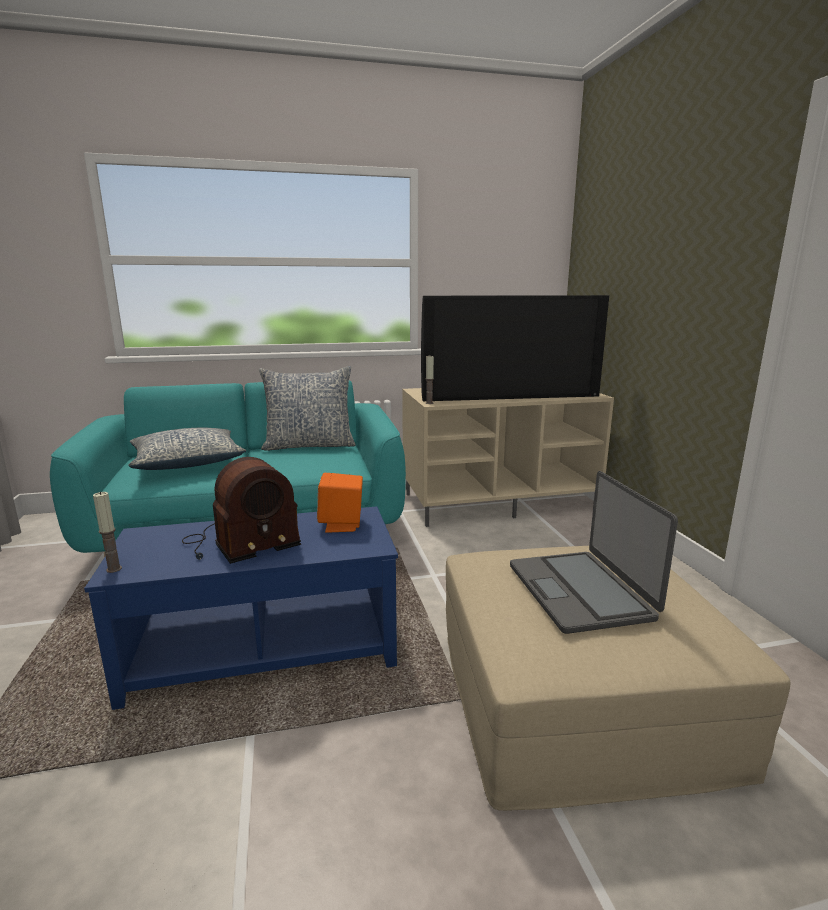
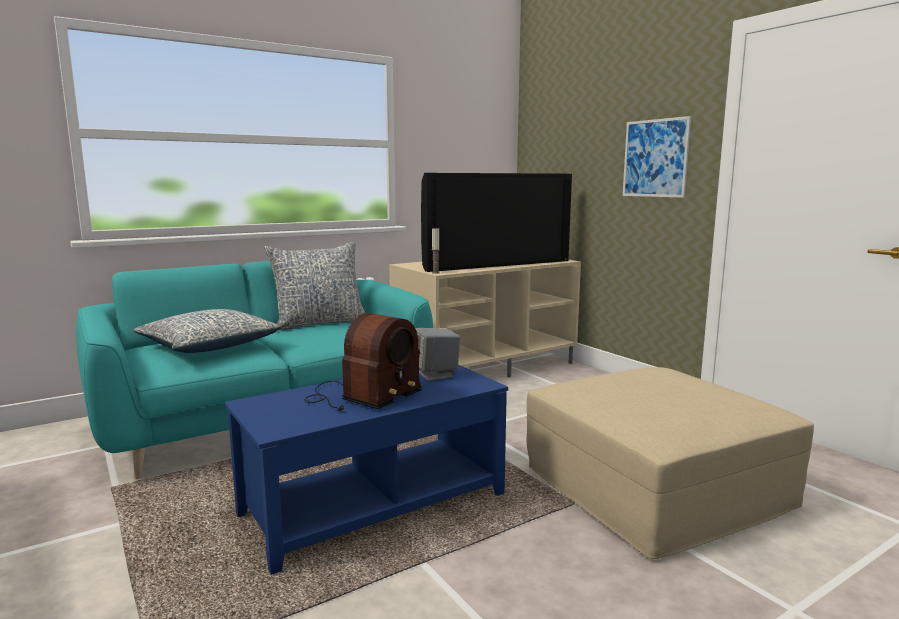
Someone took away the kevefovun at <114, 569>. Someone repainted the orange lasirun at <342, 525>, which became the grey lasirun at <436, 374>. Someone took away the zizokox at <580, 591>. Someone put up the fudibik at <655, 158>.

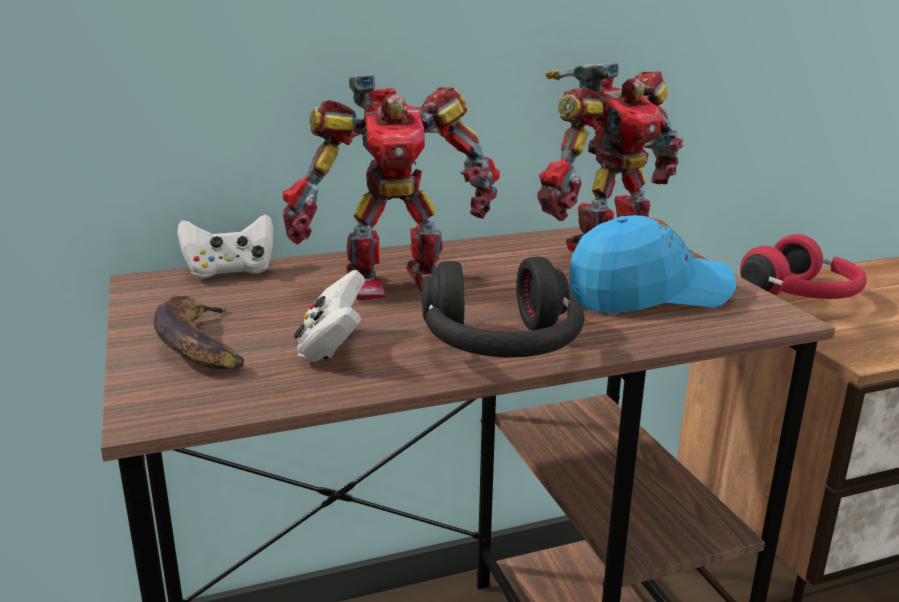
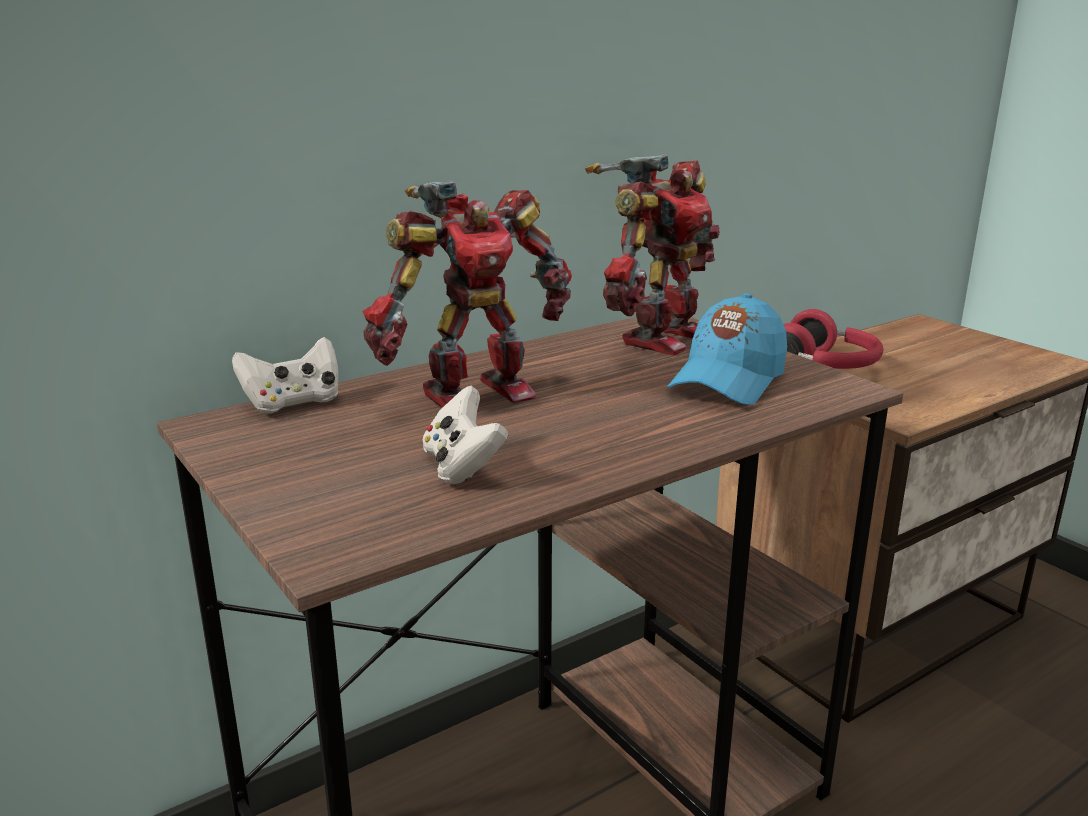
Someone took away the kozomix at <200, 344>. Someone took away the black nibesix at <502, 348>. Someone rotated the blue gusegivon at <648, 295> by 150 degrees clockwise.

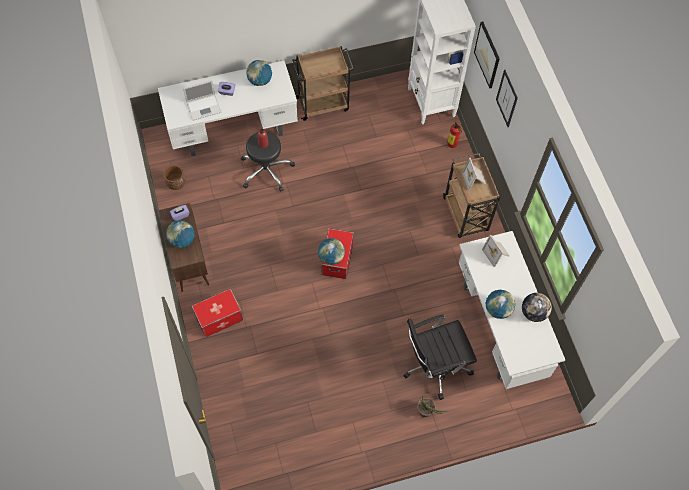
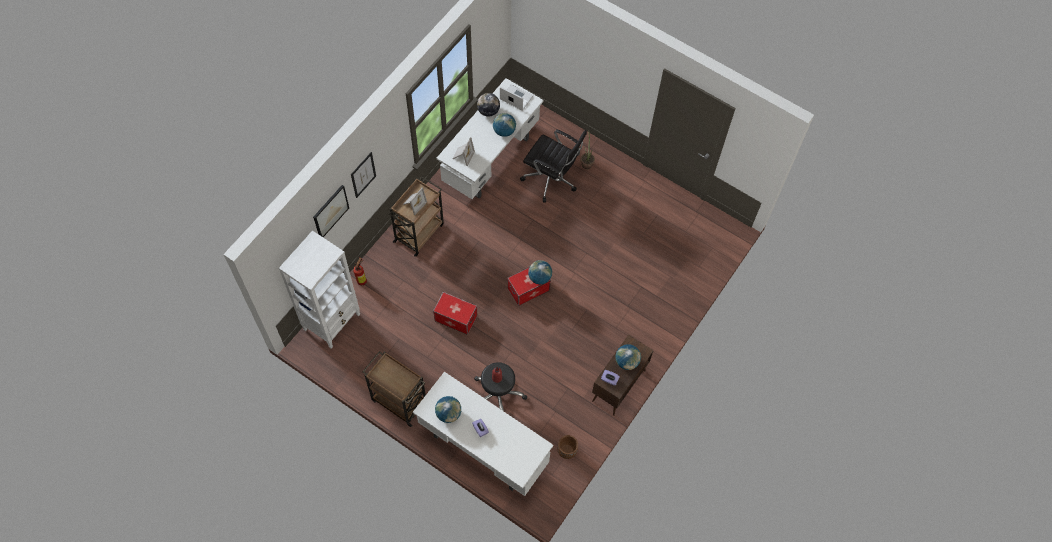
Someone carried the zizokox from <204, 107> to <515, 98>. Someone carried the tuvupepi from <219, 318> to <455, 318>.

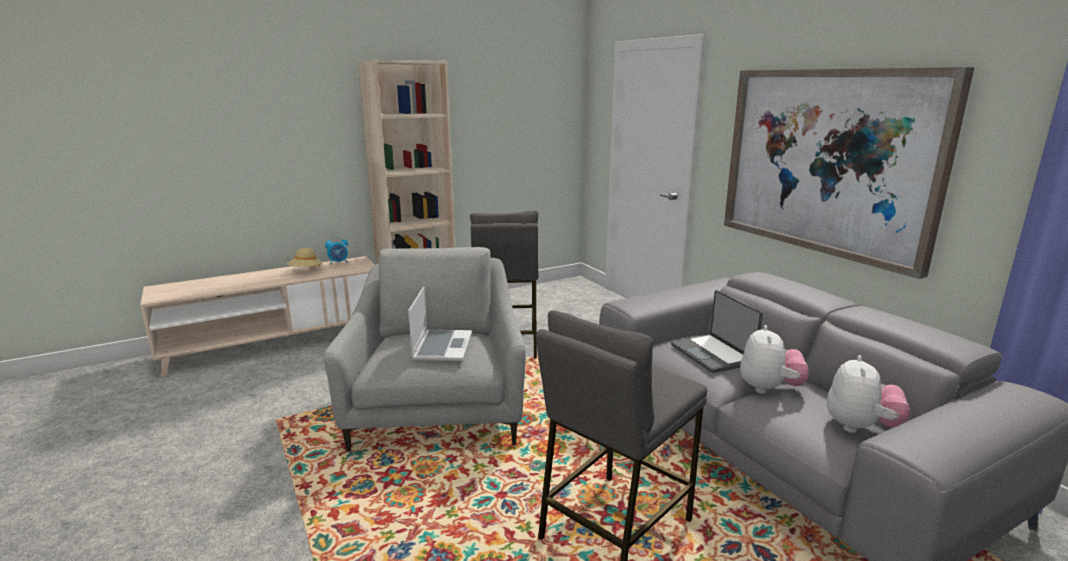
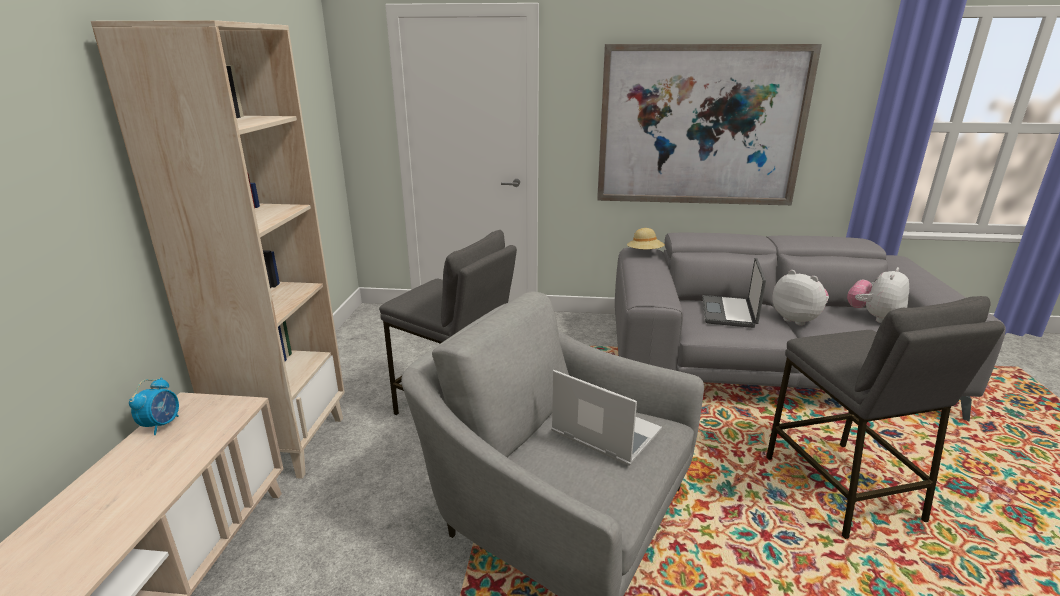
Someone carried the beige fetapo from <306, 271> to <645, 253>. Someone rotated the zizokox at <713, 354> by 90 degrees clockwise. Someone rotated the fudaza at <860, 427> by 105 degrees counterclockwise.

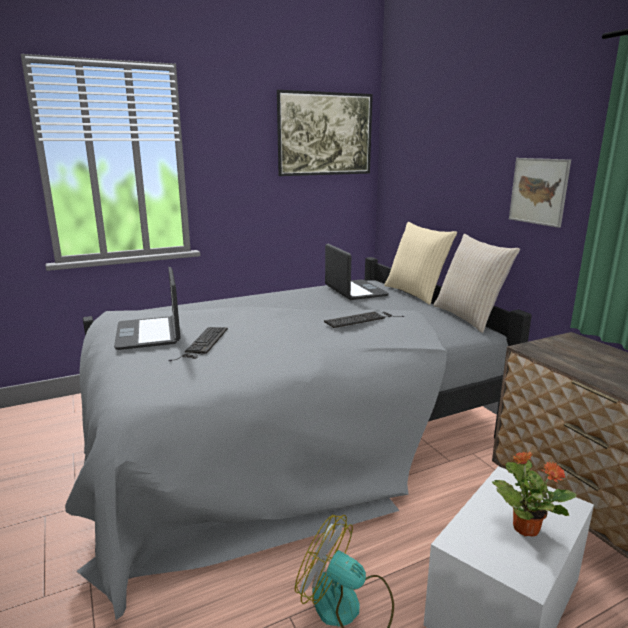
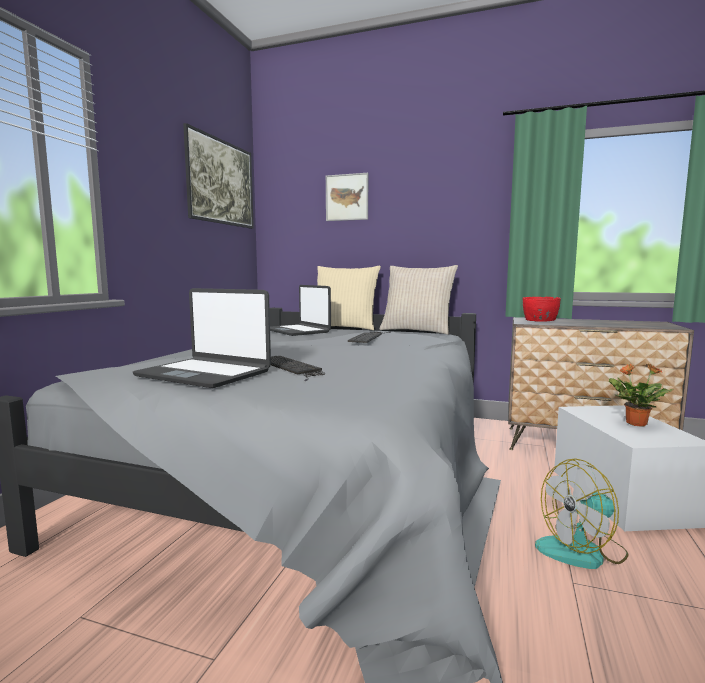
Someone rotated the zizokox at <354, 291> by 150 degrees counterclockwise. Someone carried the fudibik from <538, 191> to <347, 197>. Someone put down the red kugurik at <539, 320>.

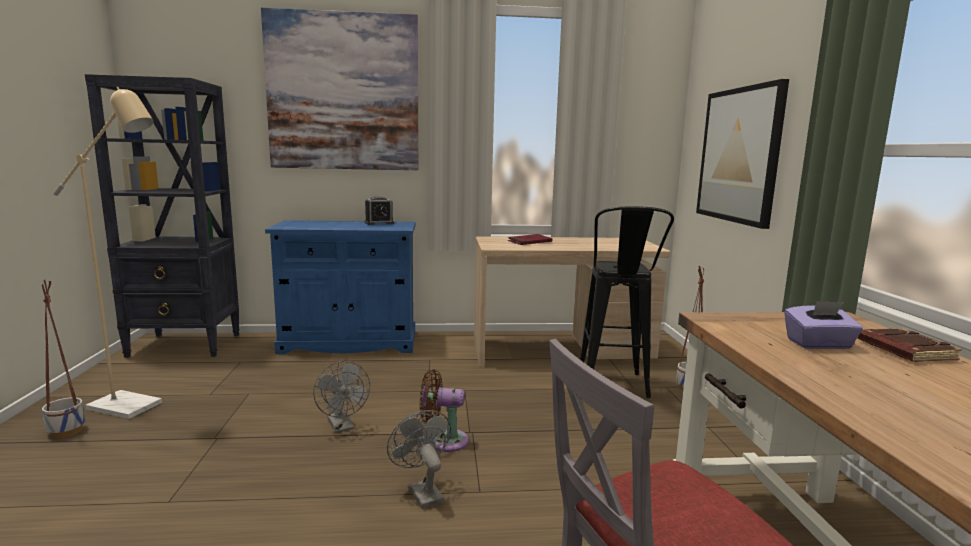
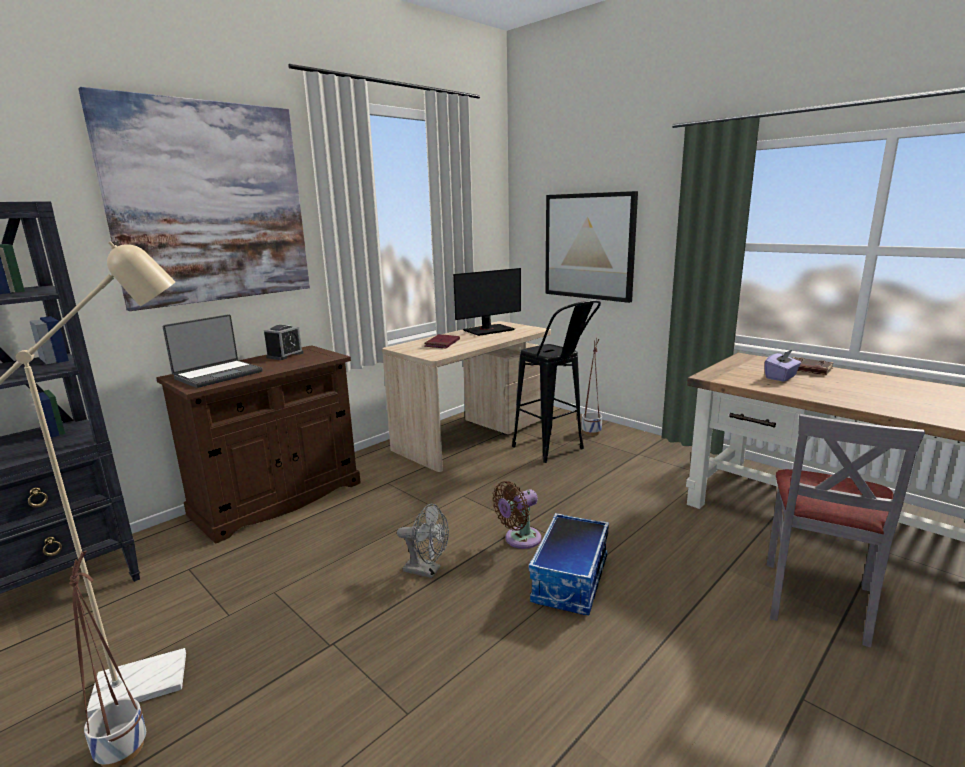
Someone repainted the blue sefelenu at <349, 342>, which became the brown sefelenu at <278, 498>. Someone swapped the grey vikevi at <422, 492> for the tuvupepi at <571, 580>. Someone put down the zizokox at <218, 375>. Someone put down the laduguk at <488, 330>.

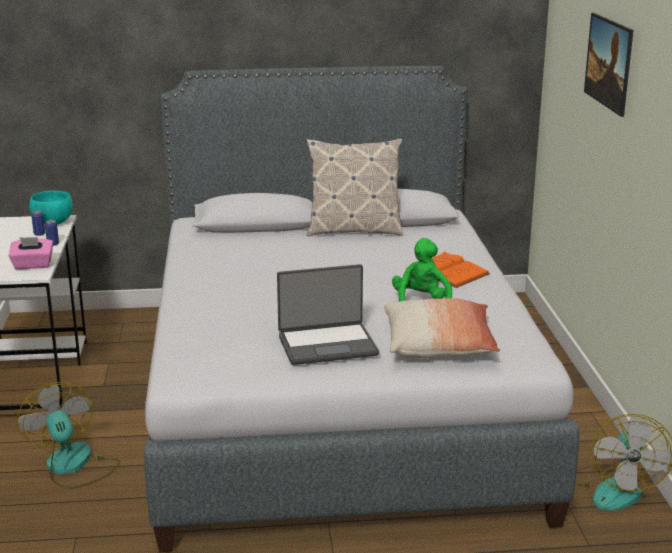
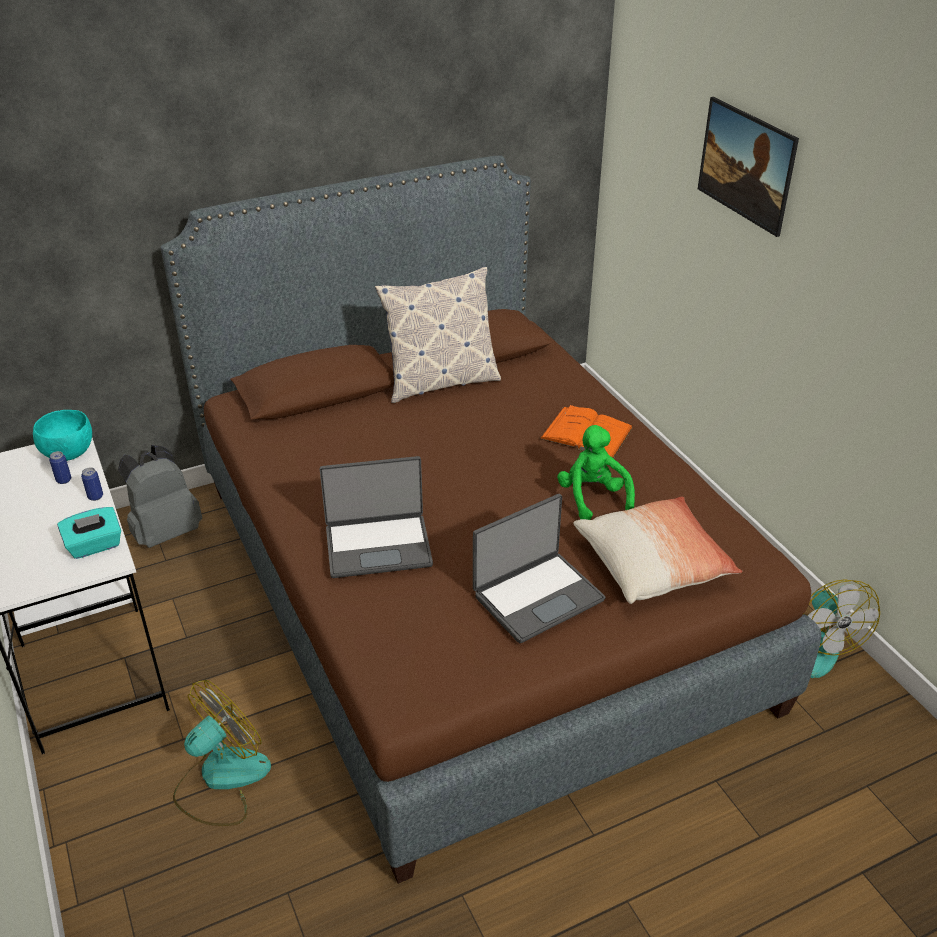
Someone repainted the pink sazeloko at <32, 265>, which became the turquoise sazeloko at <95, 546>. Someone rotated the vikevi at <73, 466> by 90 degrees clockwise. Someone repainted the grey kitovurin at <334, 398>, which became the brown kitovurin at <467, 589>. Someone put down the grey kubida at <165, 532>. Someone put down the zizokox at <378, 545>.

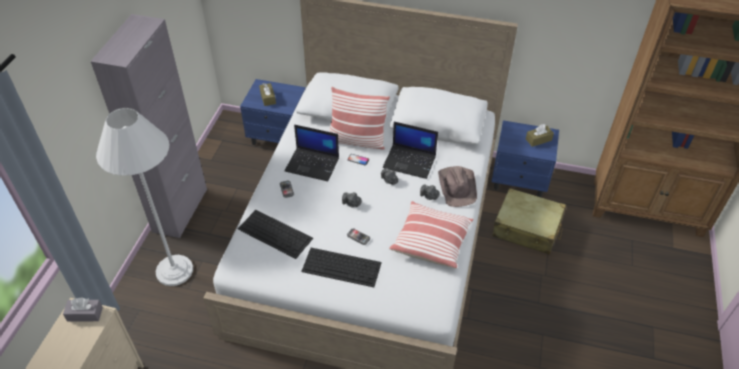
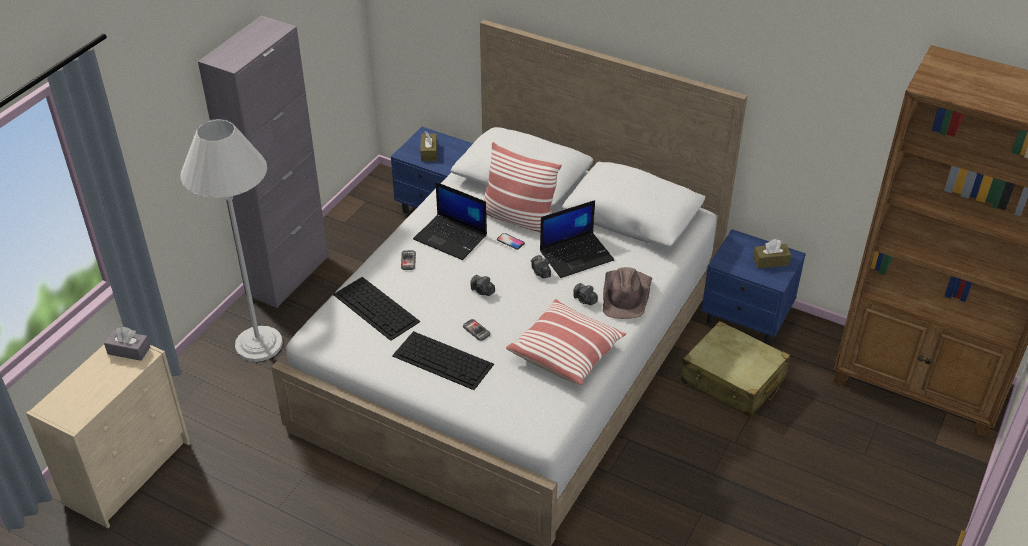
Someone rotated the zizokox at <410, 161> by 60 degrees counterclockwise.

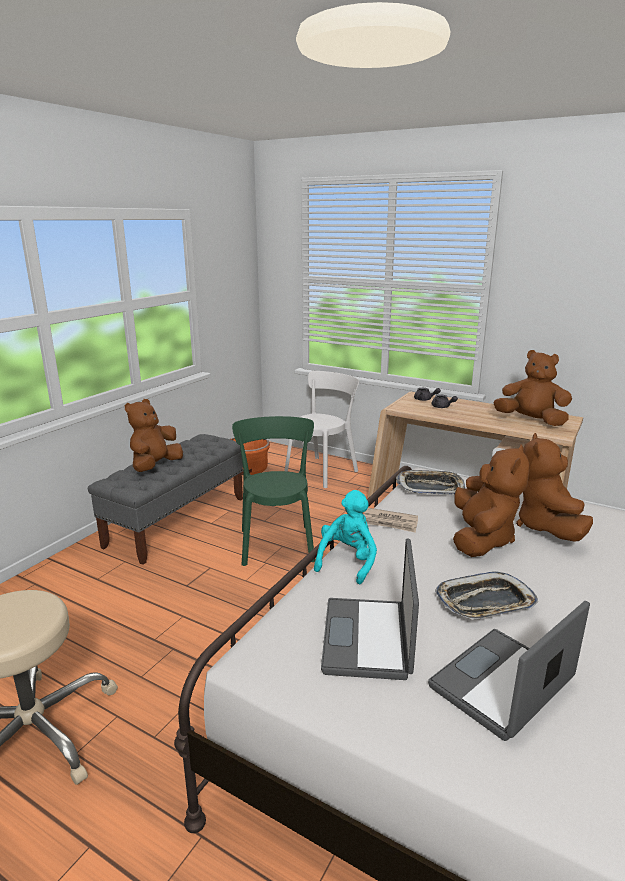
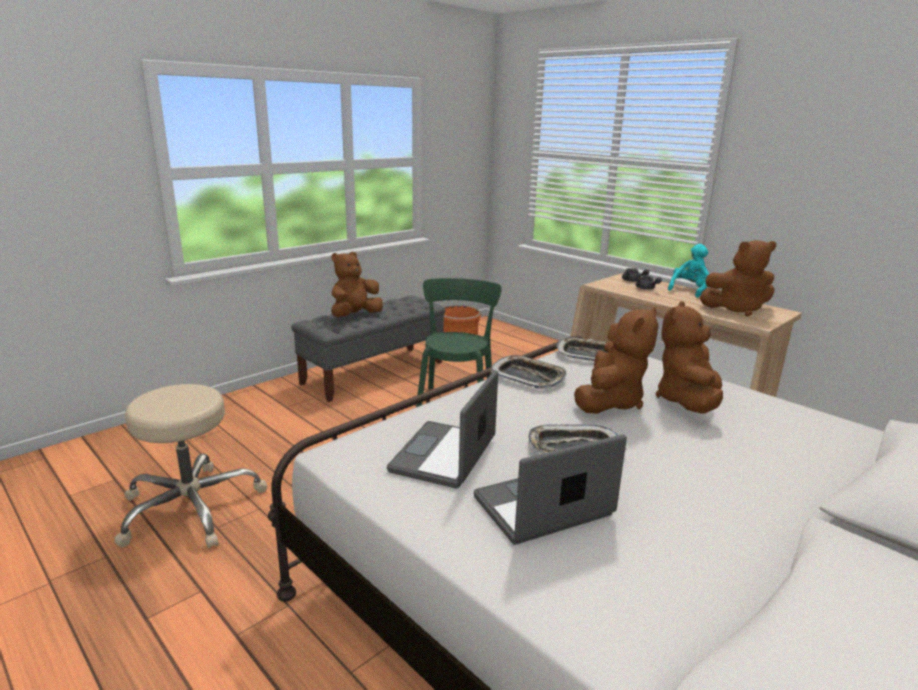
Someone took away the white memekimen at <323, 470>. Someone carried the turquoise fudaza from <347, 561> to <689, 290>. Someone swapped the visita at <390, 522> for the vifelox at <528, 377>. Someone rotated the brown fudaza at <531, 421> by 135 degrees clockwise.

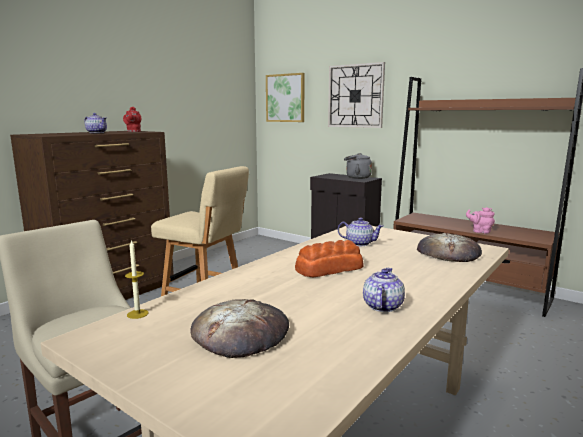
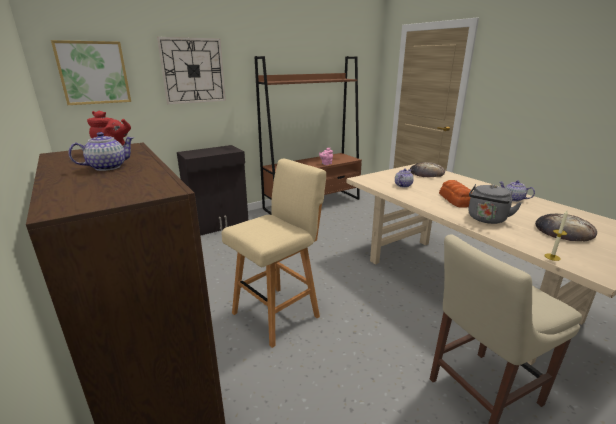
Someone carried the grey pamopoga from <356, 177> to <486, 219>.

